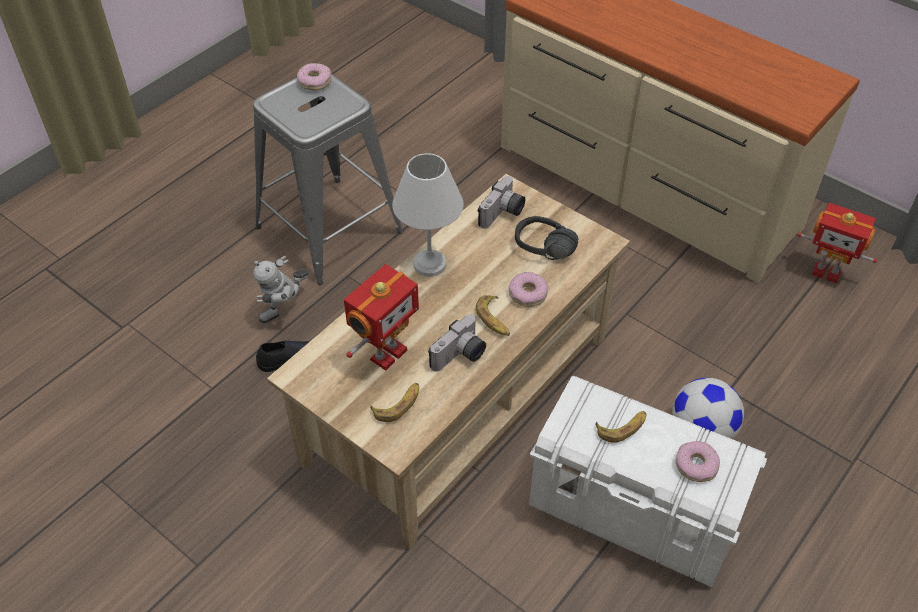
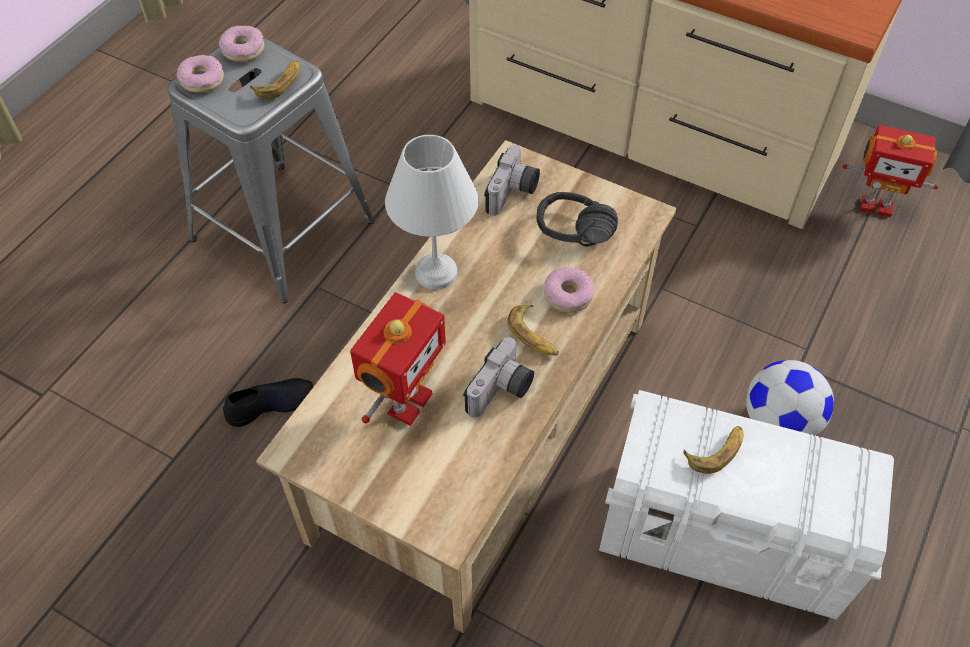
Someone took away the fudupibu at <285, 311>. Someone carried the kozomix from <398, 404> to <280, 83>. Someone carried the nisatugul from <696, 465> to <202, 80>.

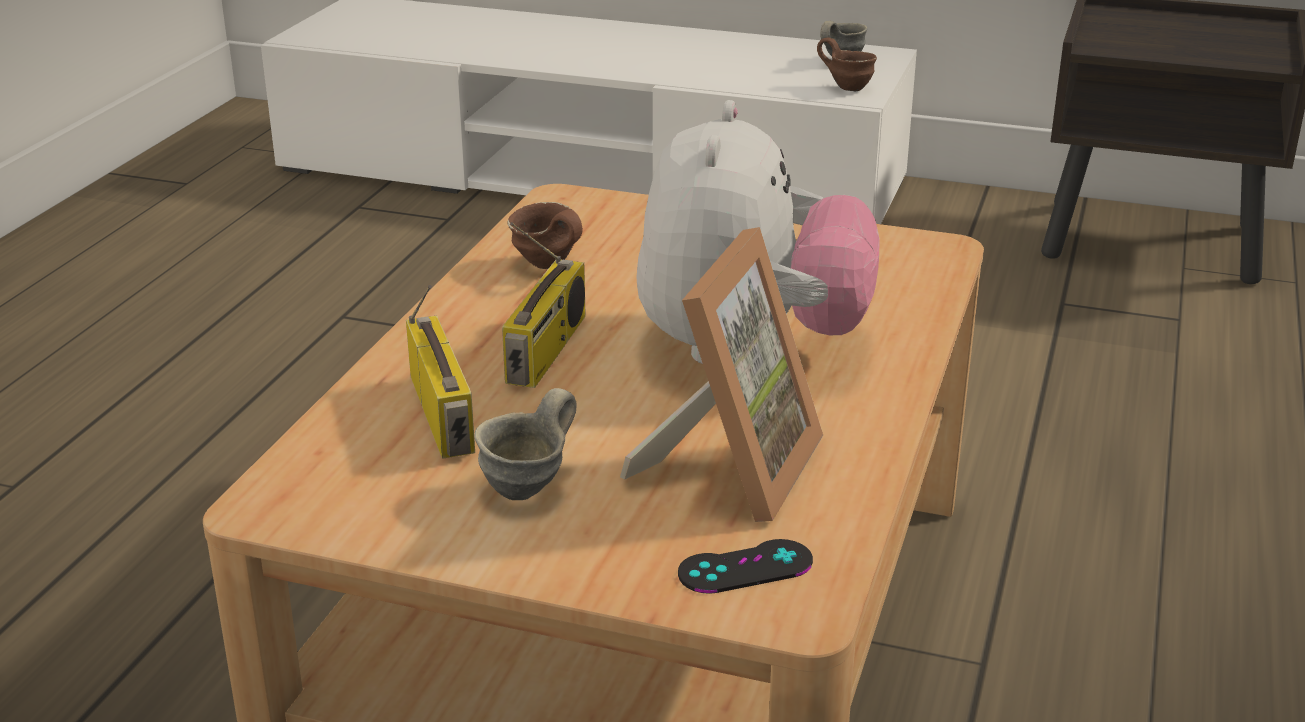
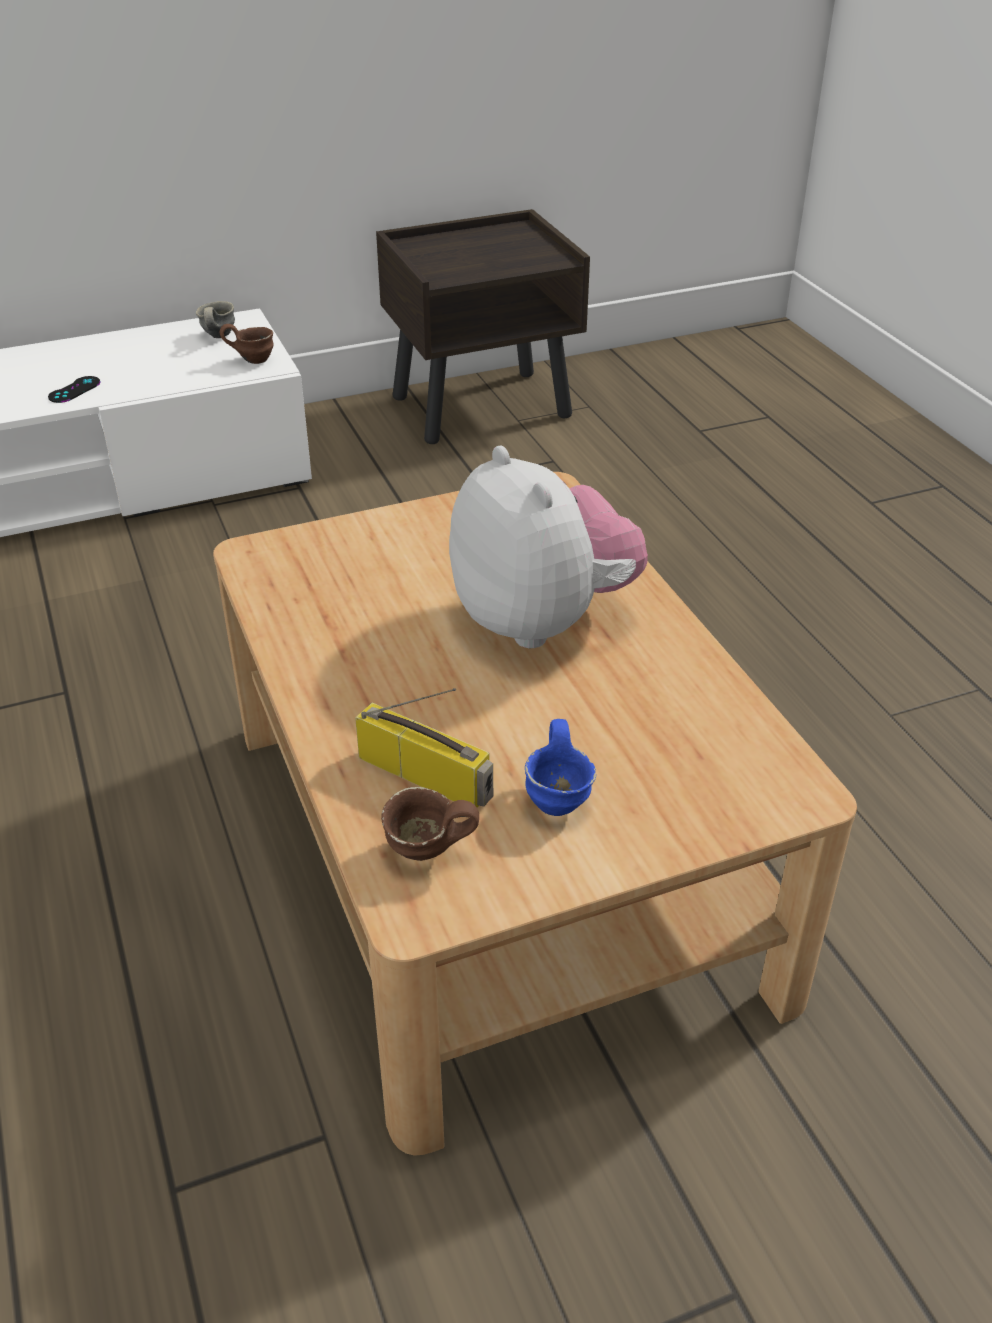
Someone repainted the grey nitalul at <532, 489>, which became the blue nitalul at <561, 800>. Someone took away the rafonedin at <547, 351>. Someone carried the brown nitalul from <546, 267> to <427, 855>. Someone took away the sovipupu at <731, 467>. Someone carried the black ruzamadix from <745, 567> to <74, 390>.

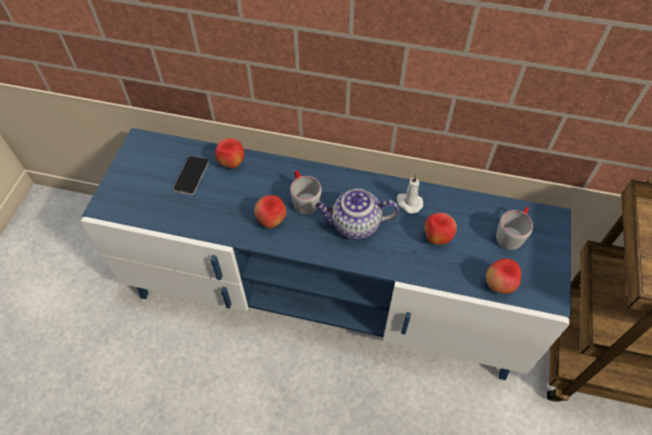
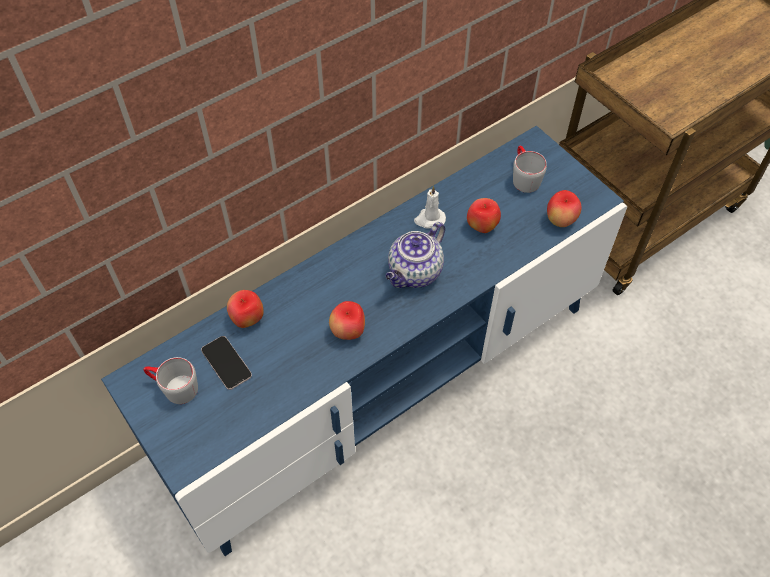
Someone carried the grey nitalul from <303, 199> to <173, 388>.

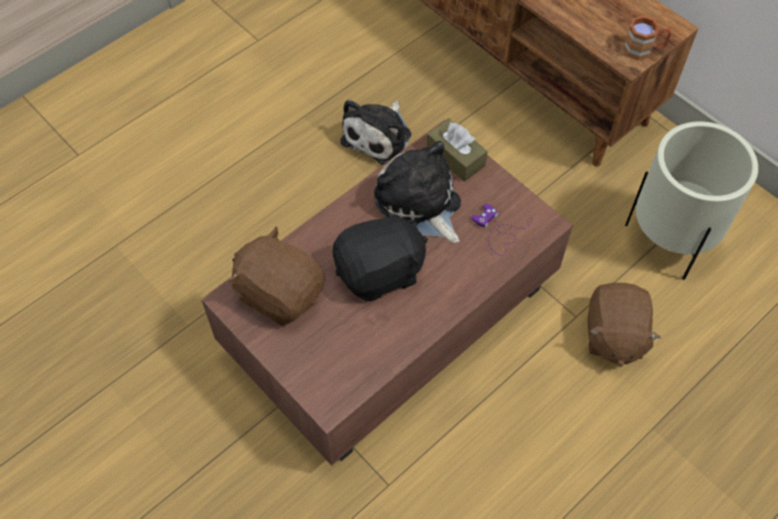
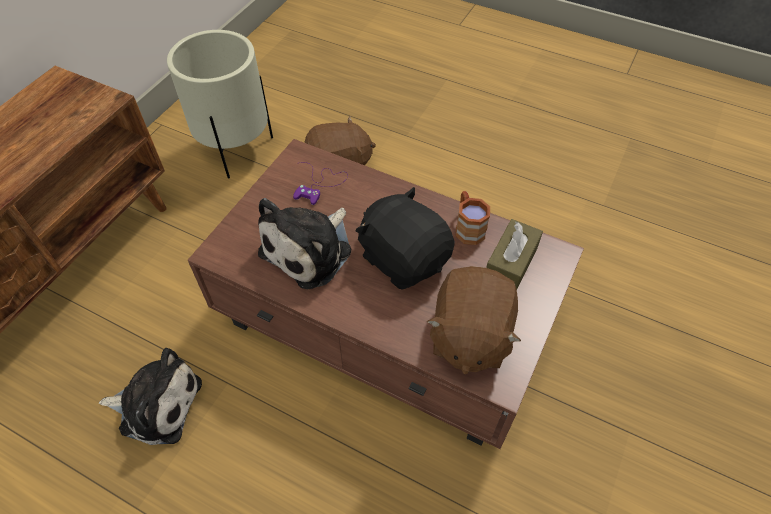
Someone carried the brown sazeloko from <455, 157> to <511, 263>. Someone carried the brown nitalul from <644, 49> to <468, 227>.

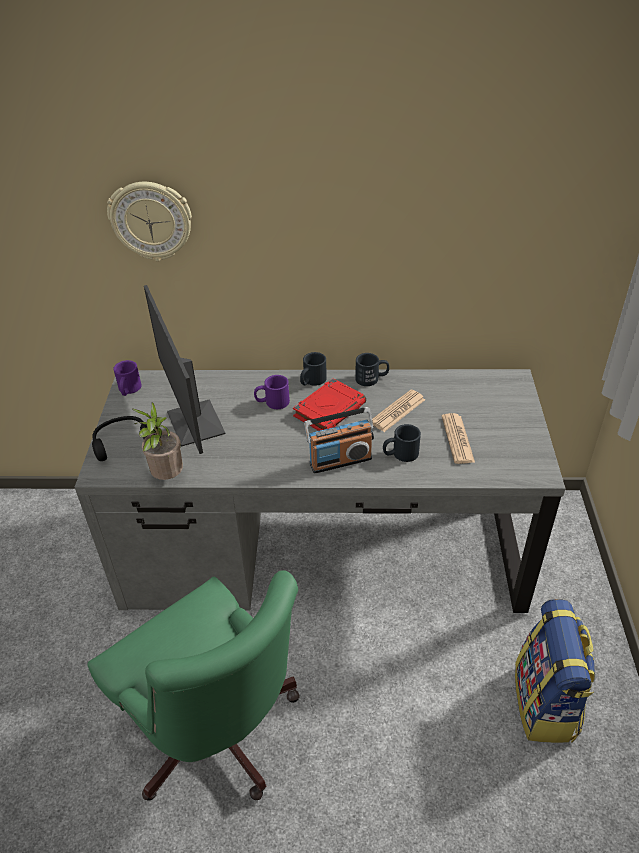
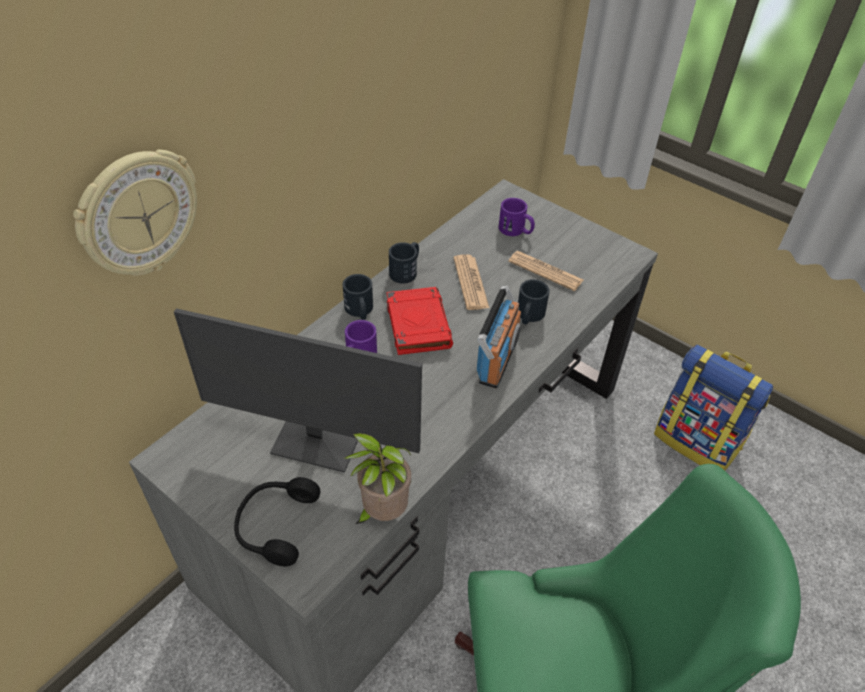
Someone carried the purple nitalul from <128, 390> to <516, 230>.

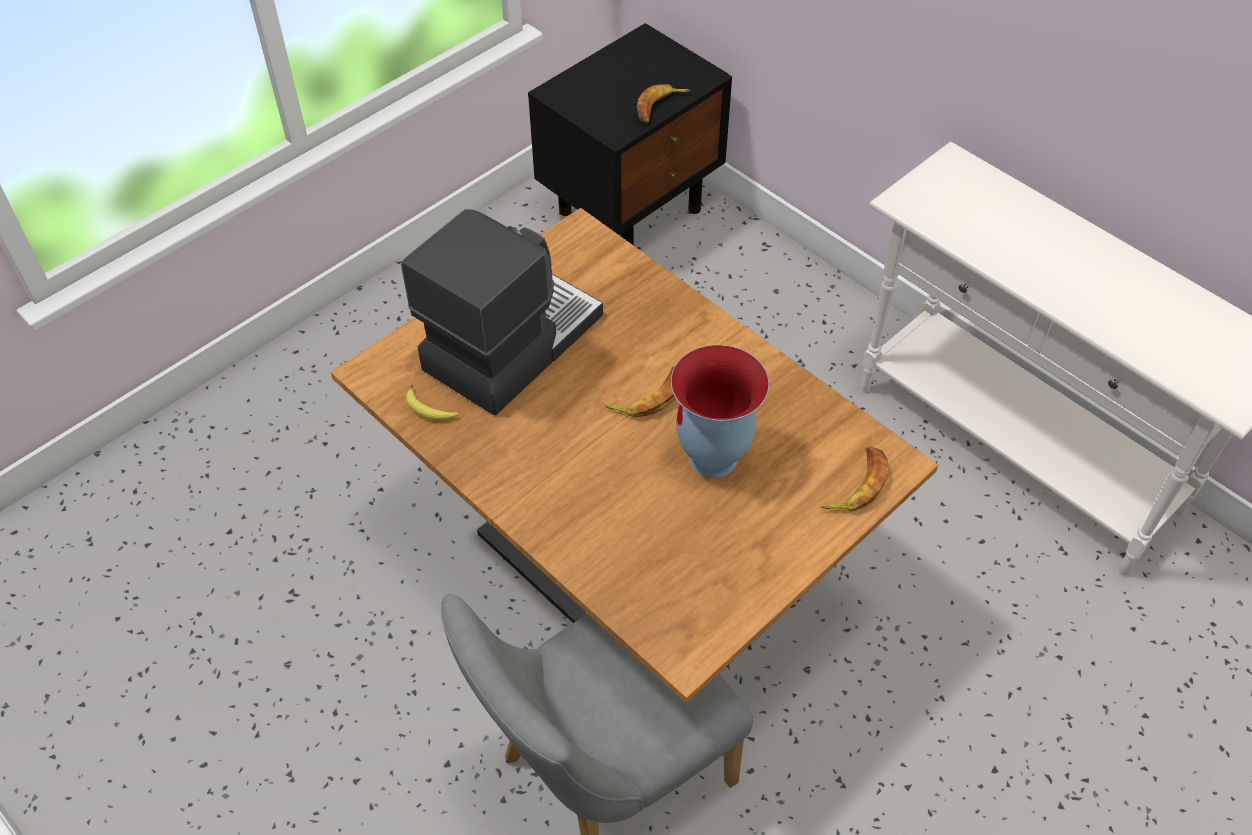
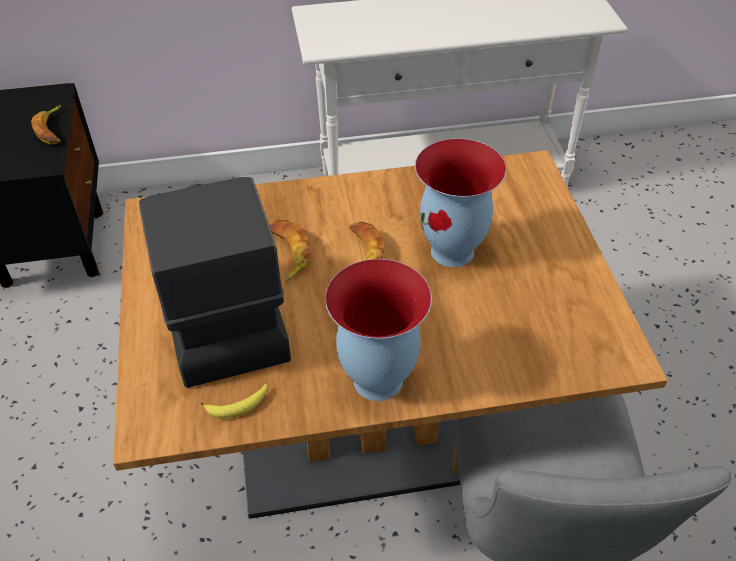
Someone carried the kozomix from <857, 485> to <286, 252>. Someone put down the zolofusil at <376, 381>.

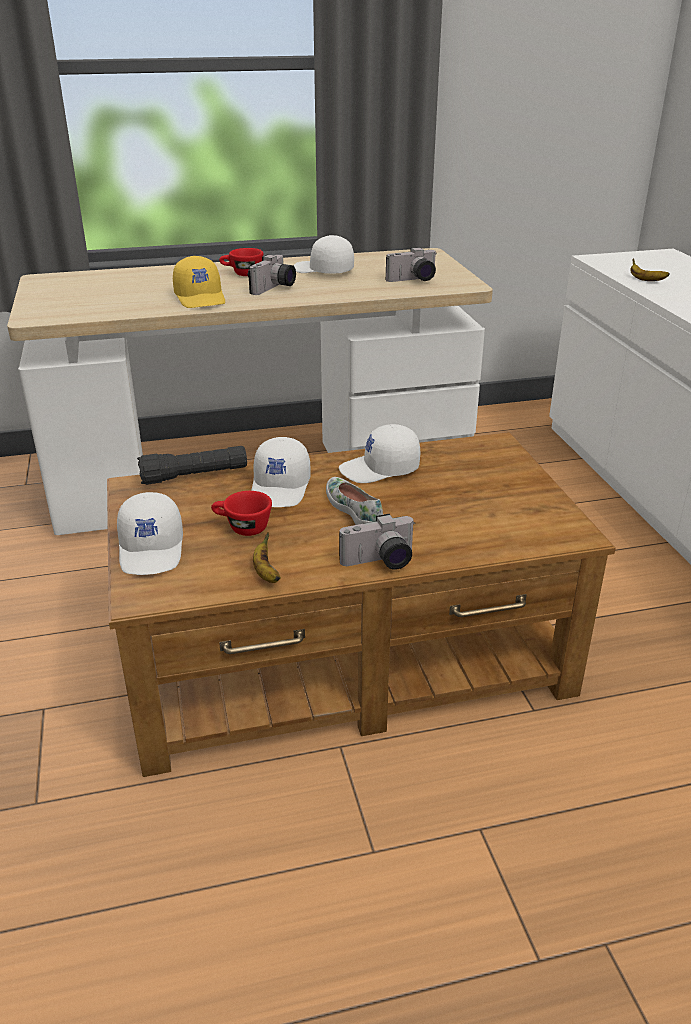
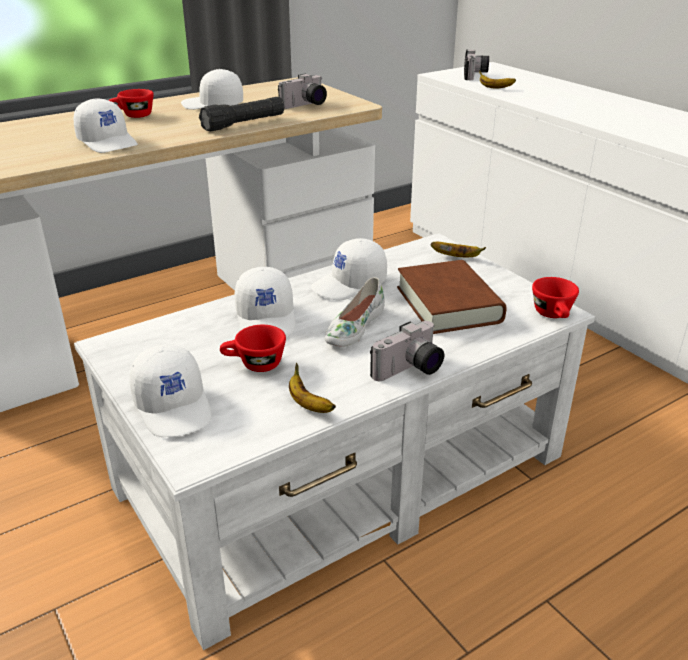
Someone repainted the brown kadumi at <347, 657>, which became the white kadumi at <345, 472>. Someone carried the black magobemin from <194, 476> to <244, 124>. Someone repainted the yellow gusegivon at <201, 298>, which became the white gusegivon at <108, 142>. Someone carried the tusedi from <274, 288> to <475, 75>. Someone rotated the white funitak at <355, 511> by 105 degrees counterclockwise. Someone put down the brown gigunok at <448, 304>. Someone put down the kozomix at <457, 257>. Someone put down the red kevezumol at <554, 315>.

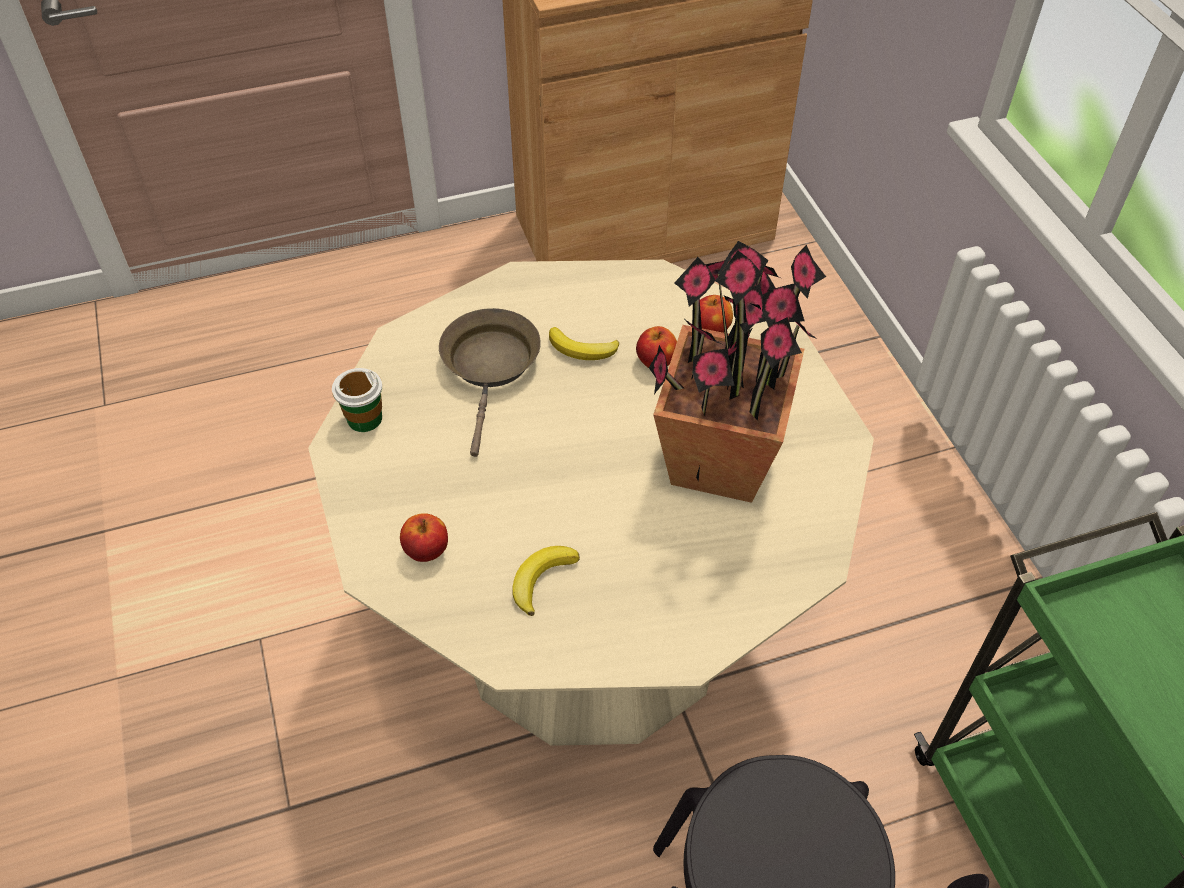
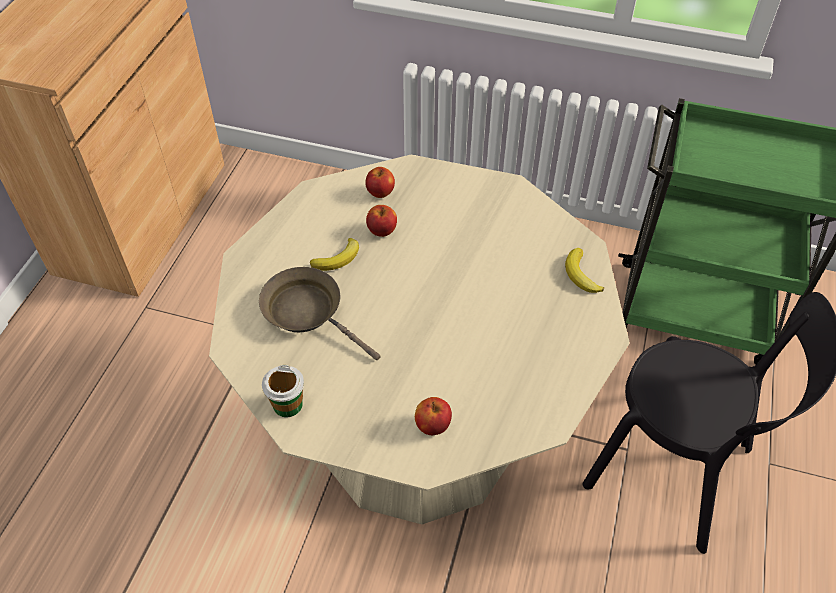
Someone carried the kozomix from <541, 579> to <581, 274>. Someone took away the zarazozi at <719, 461>.

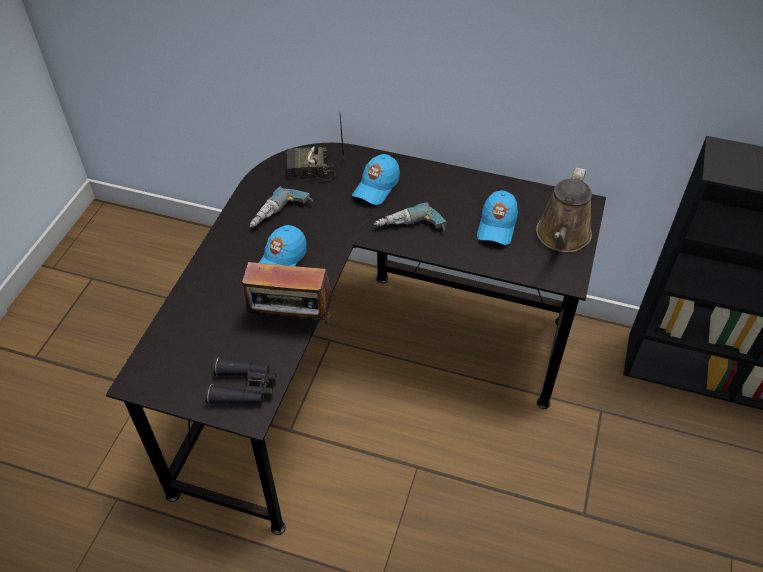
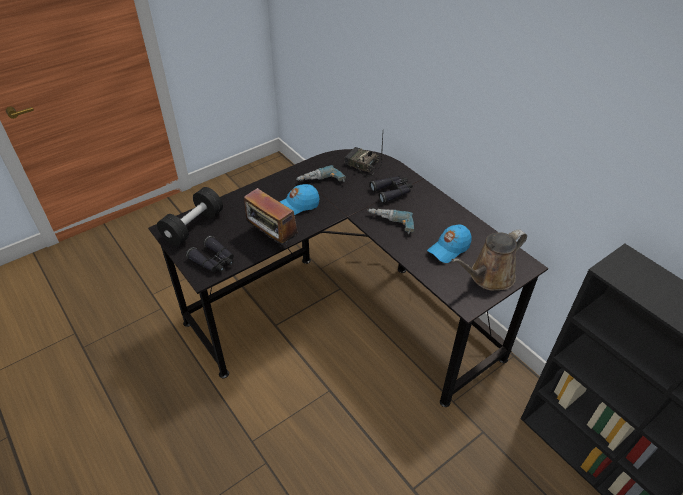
Someone swapped the blue gusegivon at <376, 187> for the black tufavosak at <392, 192>. Someone put down the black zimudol at <193, 227>.

